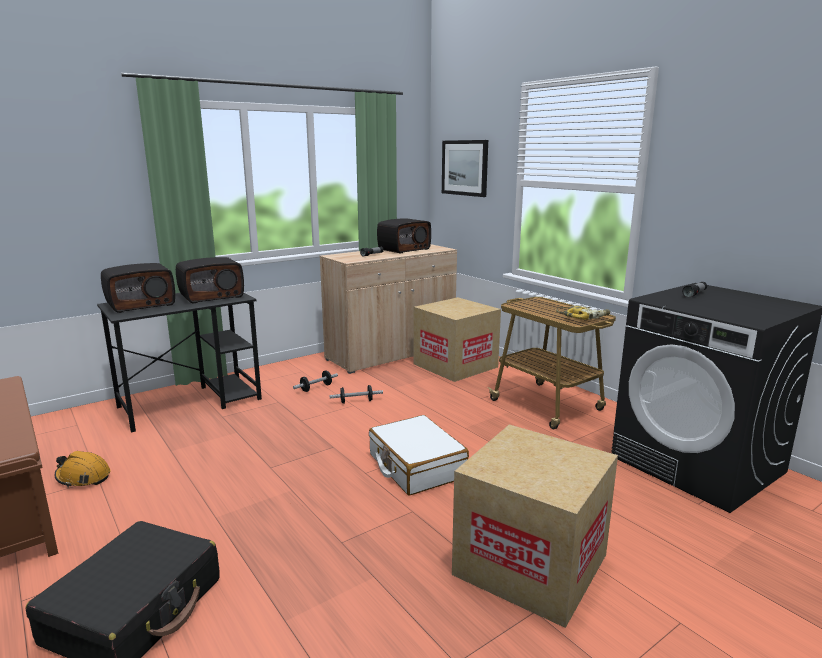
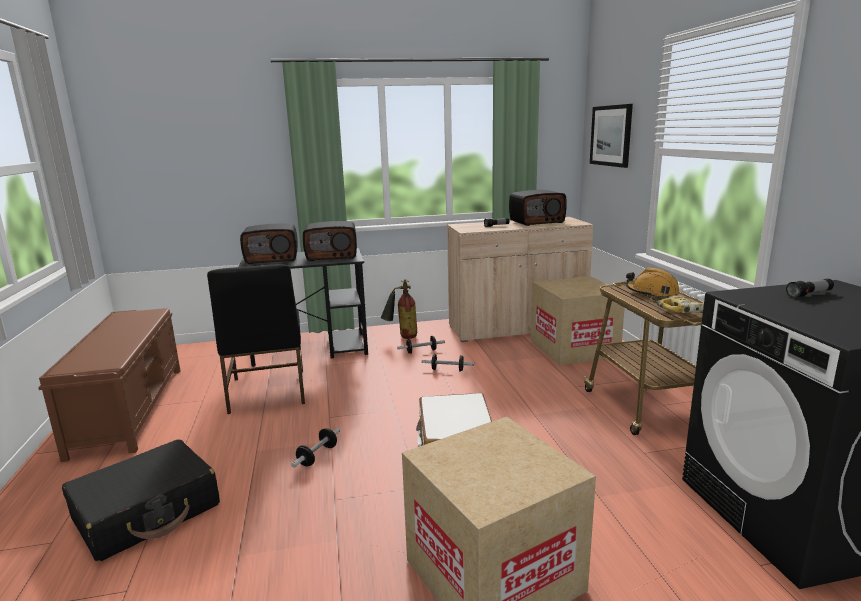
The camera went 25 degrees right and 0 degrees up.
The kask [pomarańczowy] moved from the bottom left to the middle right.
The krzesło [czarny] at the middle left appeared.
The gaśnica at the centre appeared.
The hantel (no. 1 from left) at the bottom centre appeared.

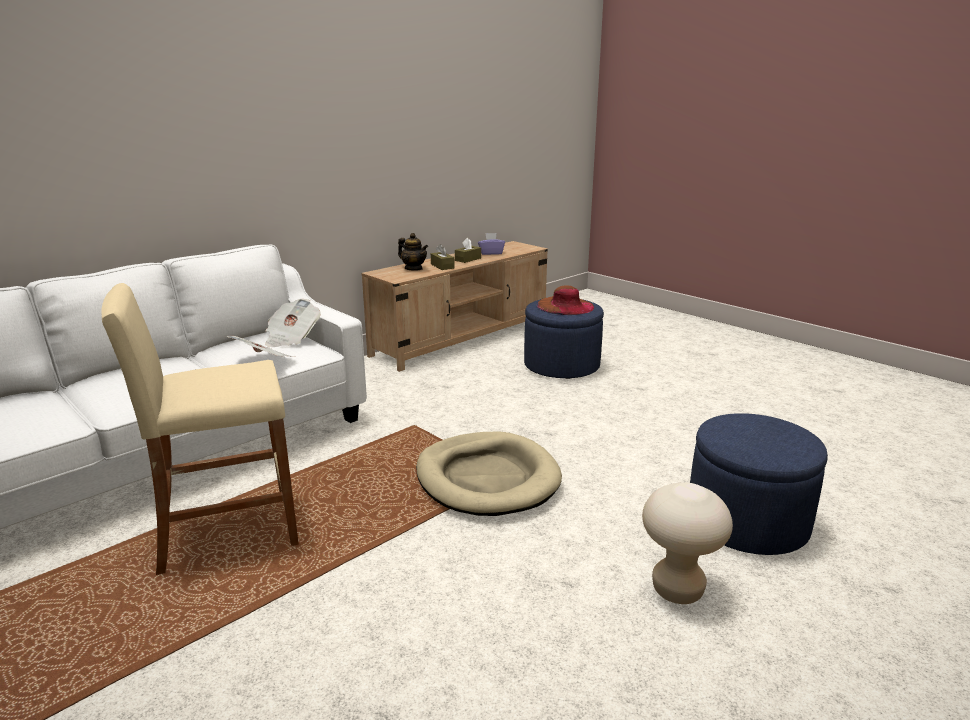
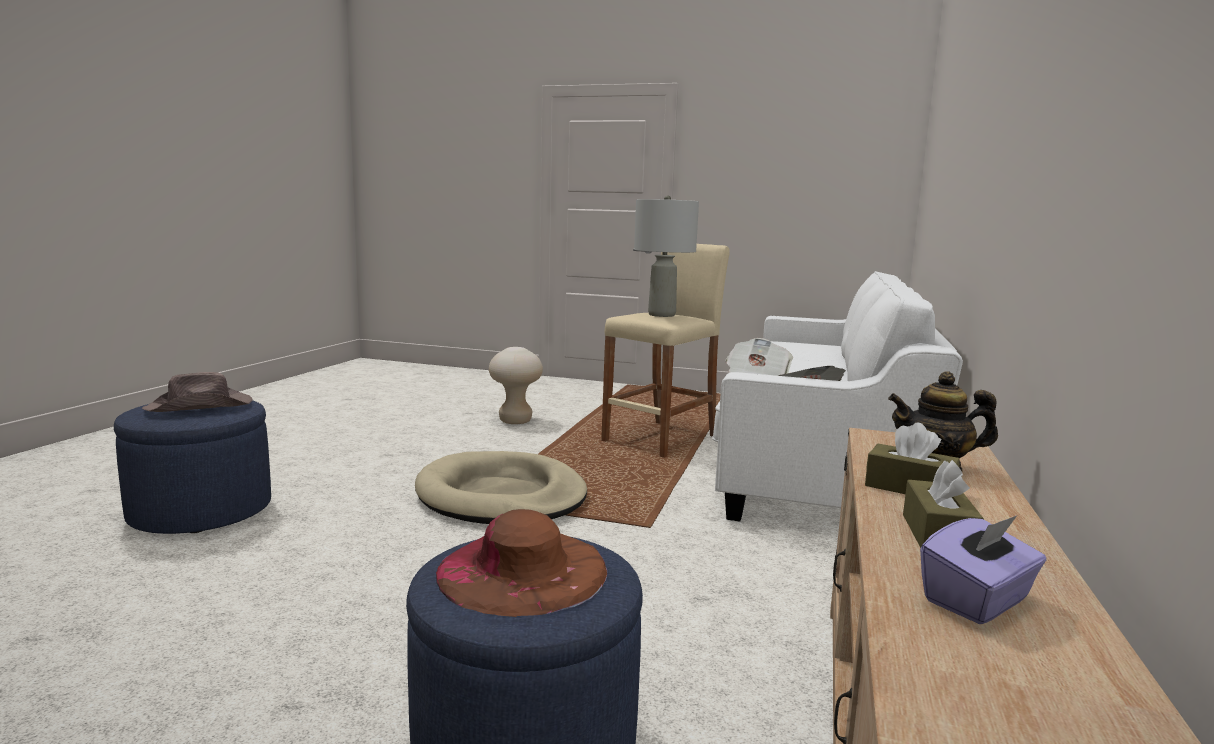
The camera went 150 degrees right and 10 degrees down.
The stołek [beżowy] (no. 2 from left in the first image) moved from the bottom right to the centre.
The lampa stołowa [szary] at the centre appeared.
The kapelusz [brązowy] (no. 1 from left) at the middle left appeared.

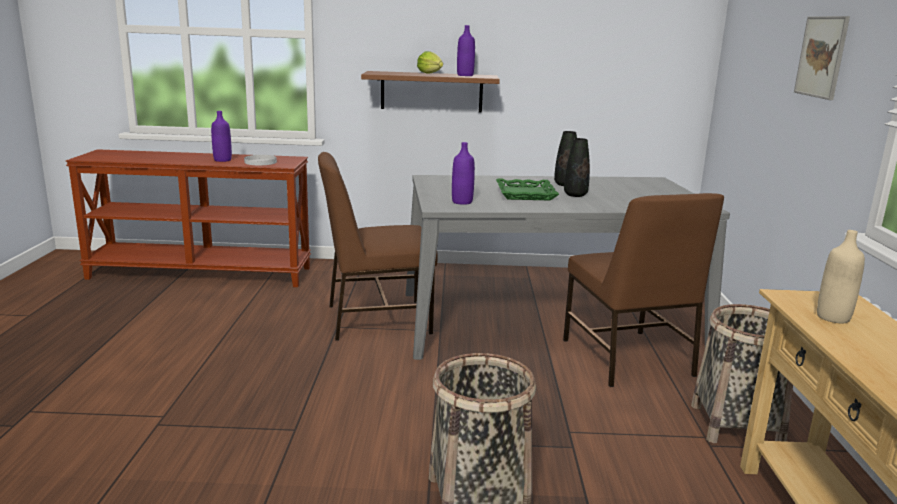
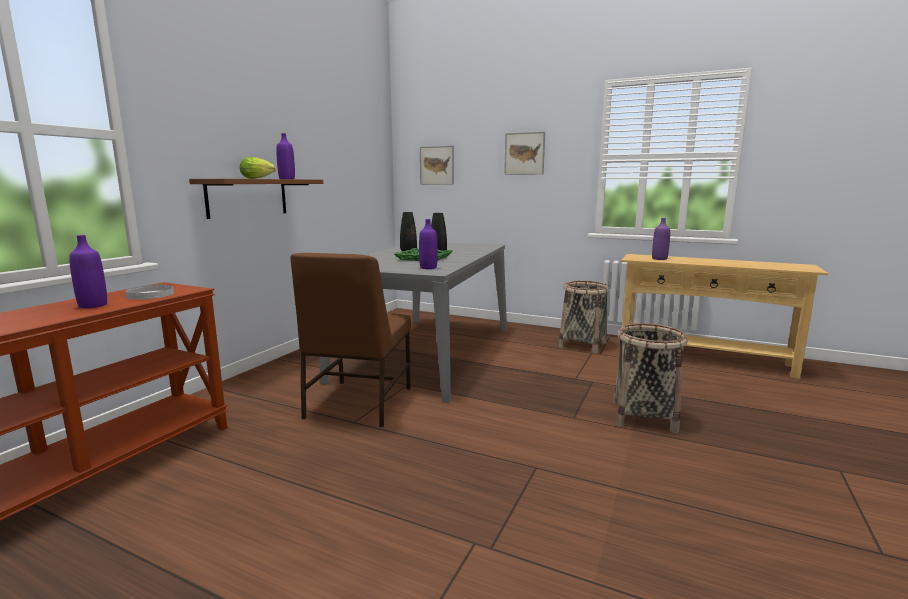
The camera went 65 degrees left and 5 degrees down.
The krzesło [brązowy] (no. 2 from left) at the middle right disappeared.
The butelka [beżowy] at the middle right became the butelka [fioletowy] (no. 4 from left) at the middle right.
The obraz (no. 1 from left) at the top centre appeared.

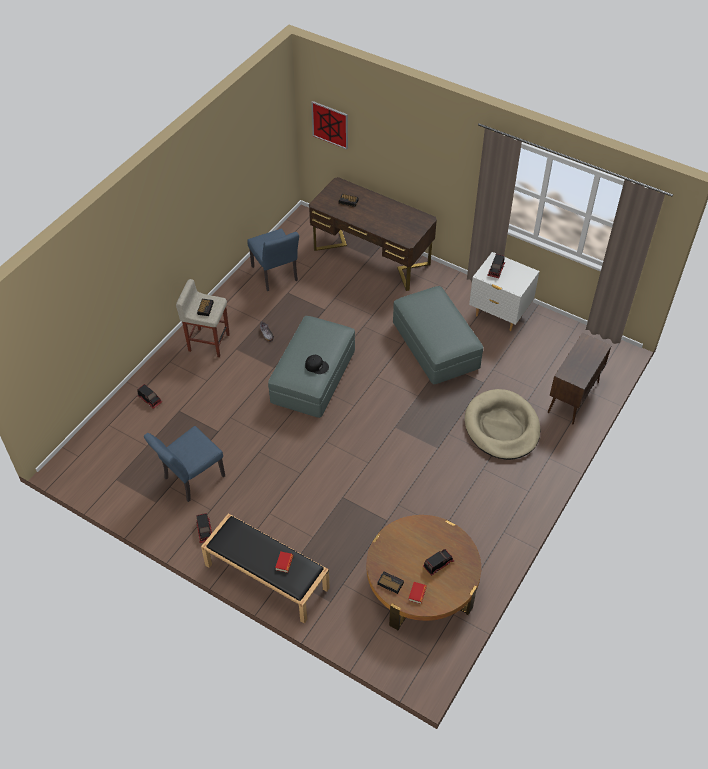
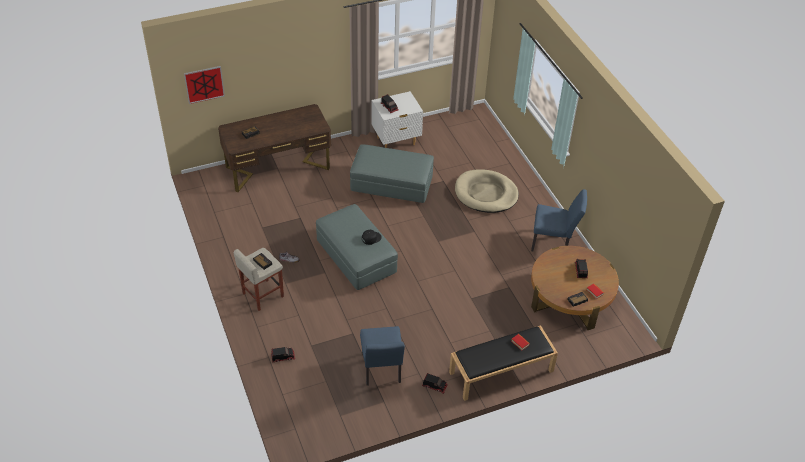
The camera went 55 degrees left and 5 degrees down.
The krzesło [niebieski] (no. 2 from left) moved from the centre to the middle right.
The szafka [brązowy] at the middle right disappeared.

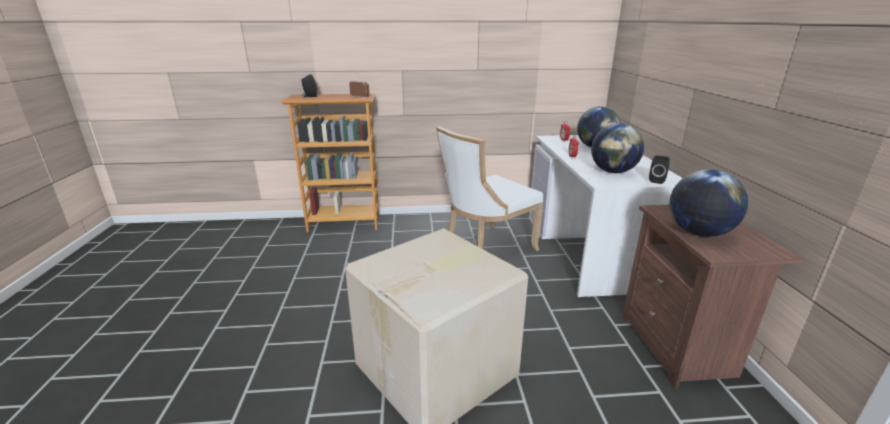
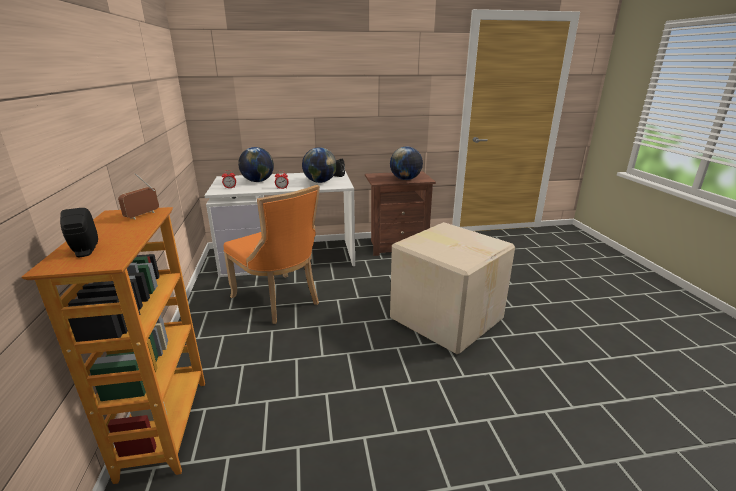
The camera went 95 degrees left and 0 degrees up.
The krzesło [biały] at the centre became the krzesło [pomarańczowy] at the centre.

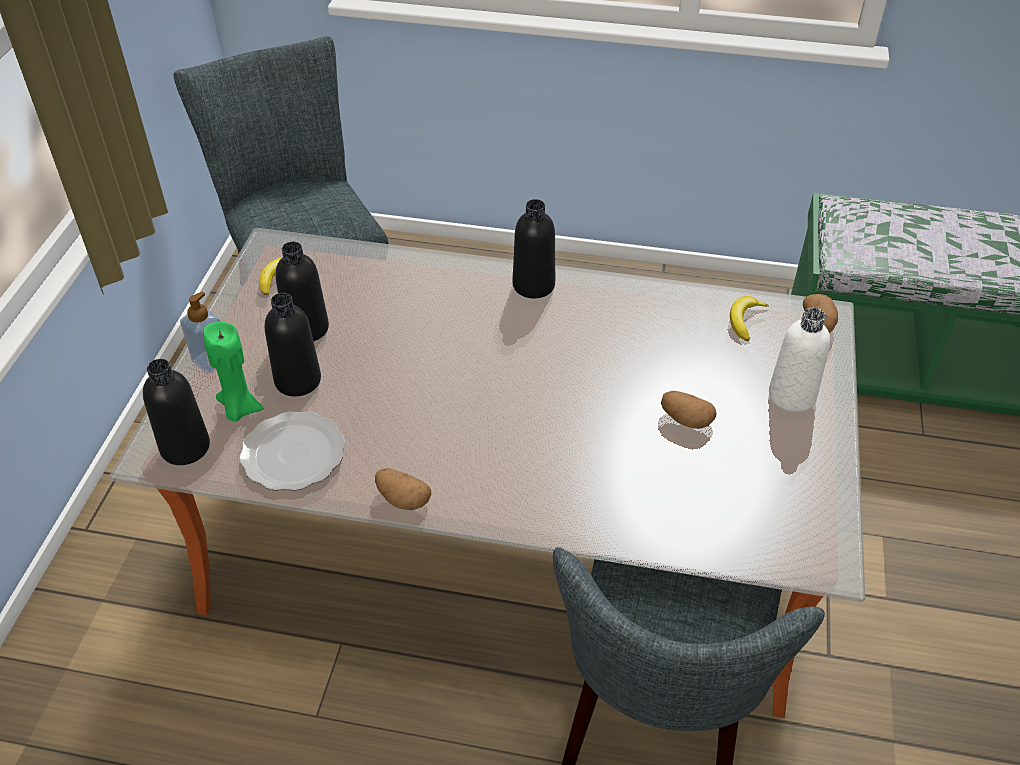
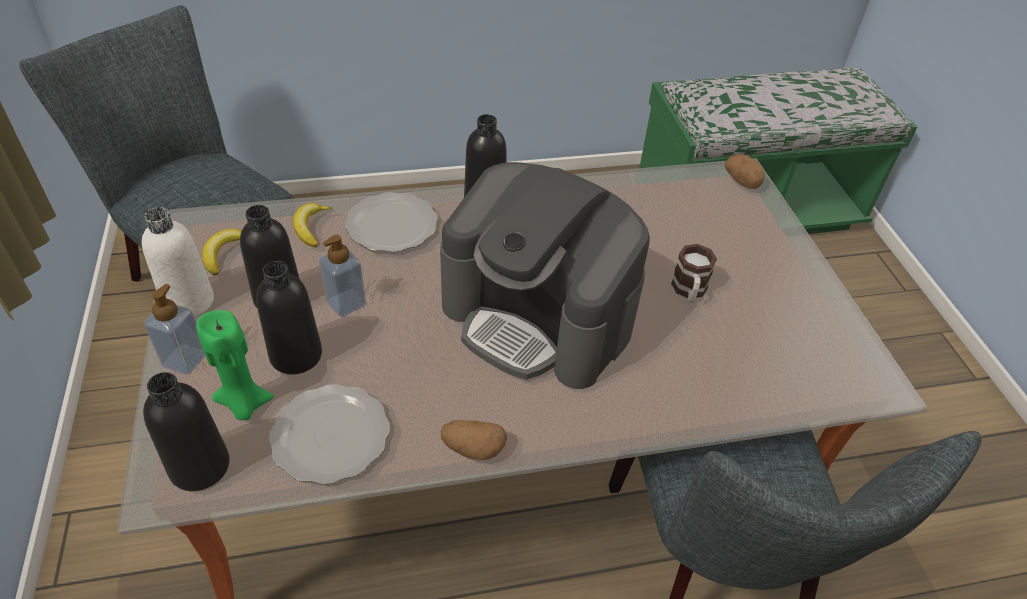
The camera went 25 degrees left and 0 degrees up.
The banan (no. 2 from left) moved from the middle right to the middle left.
The butelka [biały] moved from the middle right to the middle left.
The ziemniak (no. 2 from left) at the middle right was replaced by the kubek at the middle right.
The ekspres do kawy at the centre appeared.
The talerz (no. 2 from left) at the centre appeared.
The dozownik mydła (no. 2 from left) at the middle left appeared.

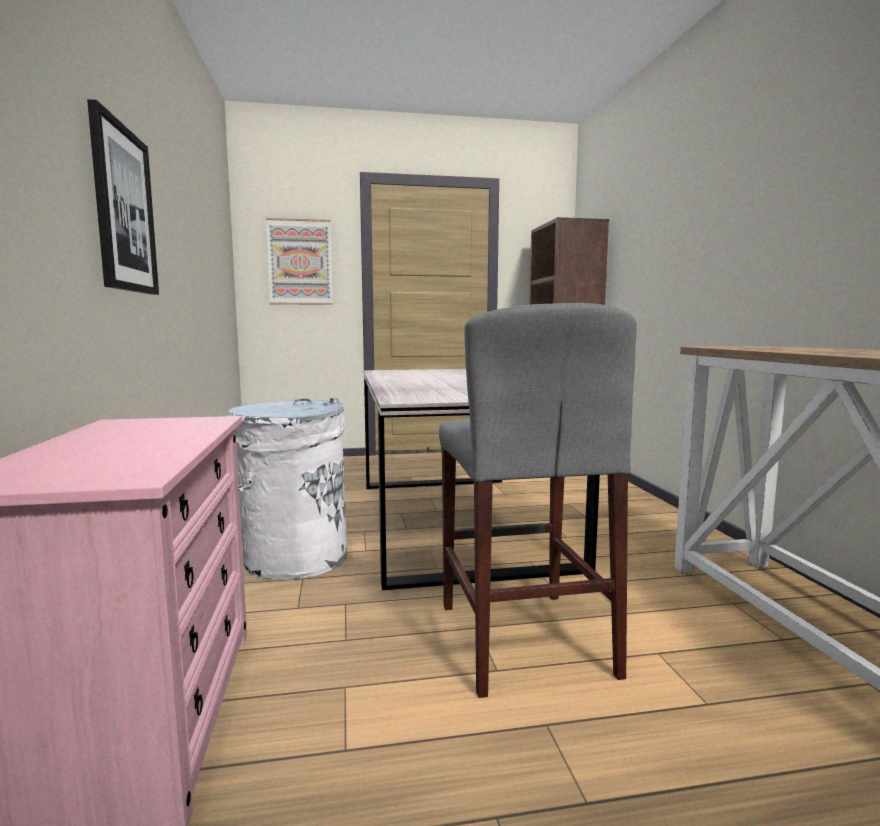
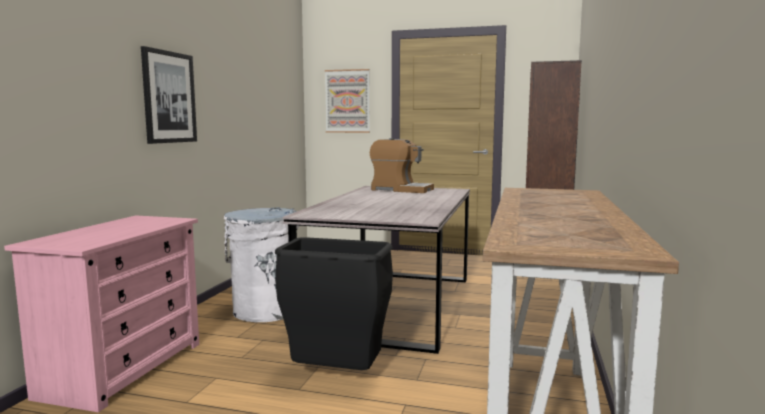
The camera went 25 degrees right and 0 degrees up.
The stołek [szary] at the centre was replaced by the kosz na śmieci [czarny] at the bottom centre.
The ekspres do kawy at the centre appeared.

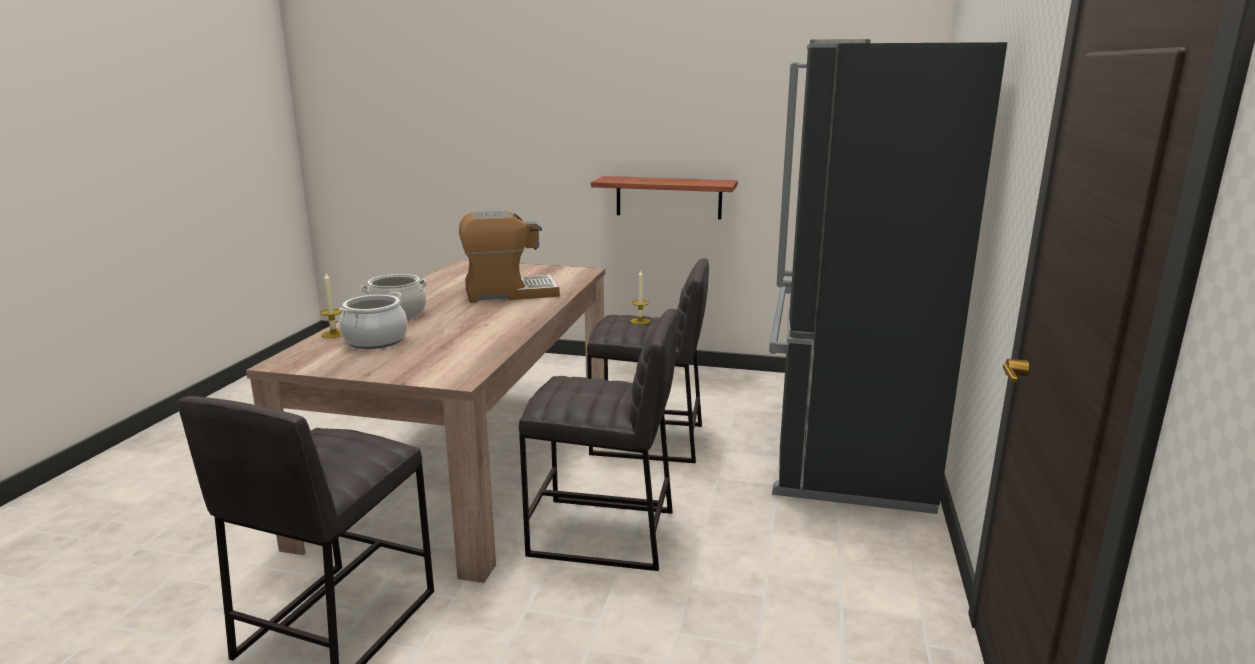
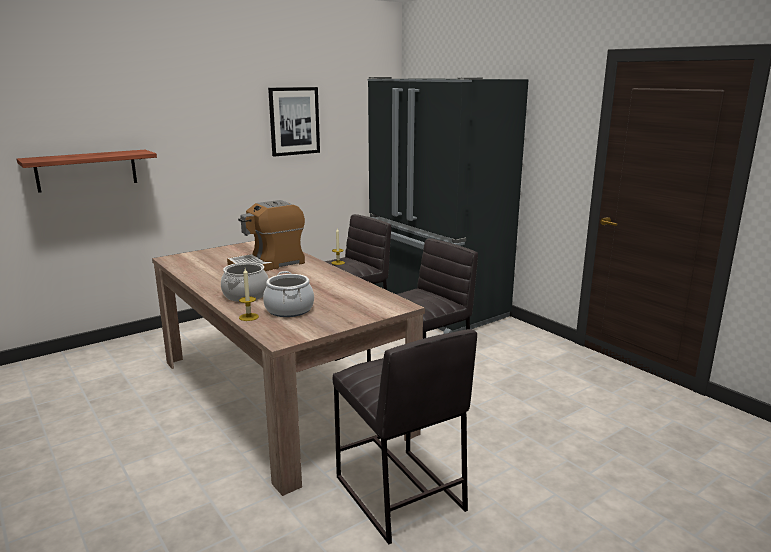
The camera went 50 degrees left and 0 degrees up.
The półka moved from the top centre to the top left.
The ekspres do kawy at the centre turned 150 degrees counterclockwise.
The obraz at the top centre appeared.

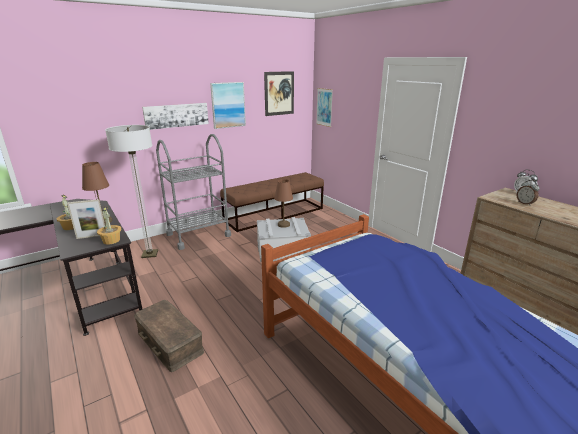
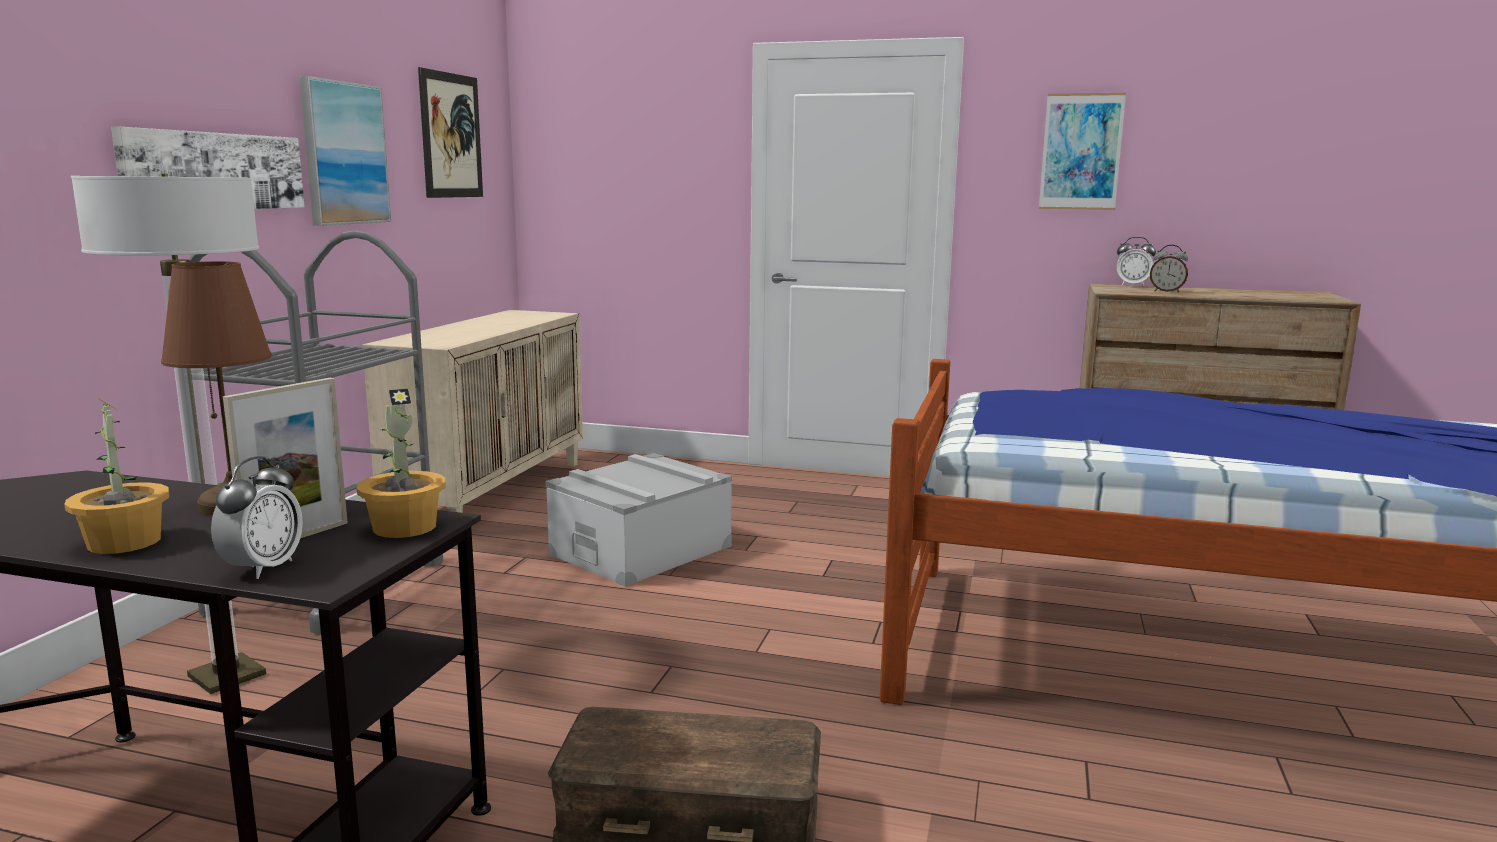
The camera went 40 degrees left and 10 degrees down.
The obraz (no. 4 from left) moved from the top centre to the top right.
The ławka [brązowy] at the centre was replaced by the szafka [beżowy] at the middle left.
The lampa stołowa [brązowy] (no. 2 from left) at the centre disappeared.
The budzik (no. 1 from left) at the middle left appeared.

